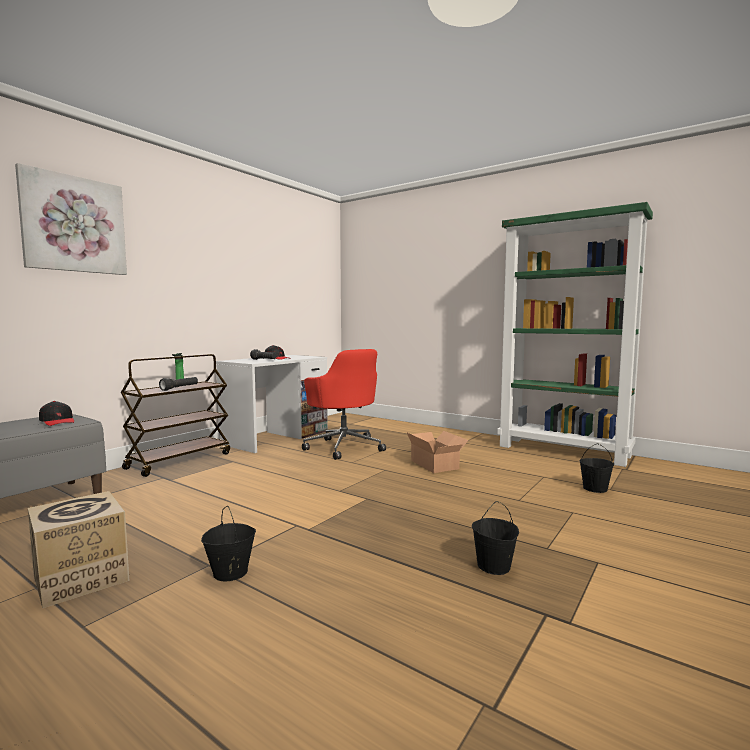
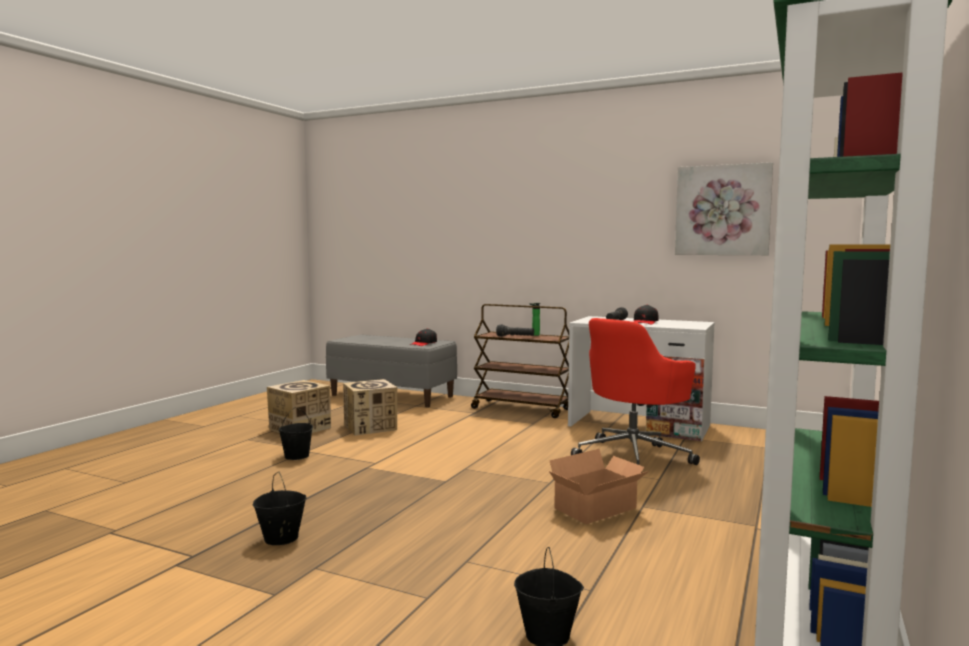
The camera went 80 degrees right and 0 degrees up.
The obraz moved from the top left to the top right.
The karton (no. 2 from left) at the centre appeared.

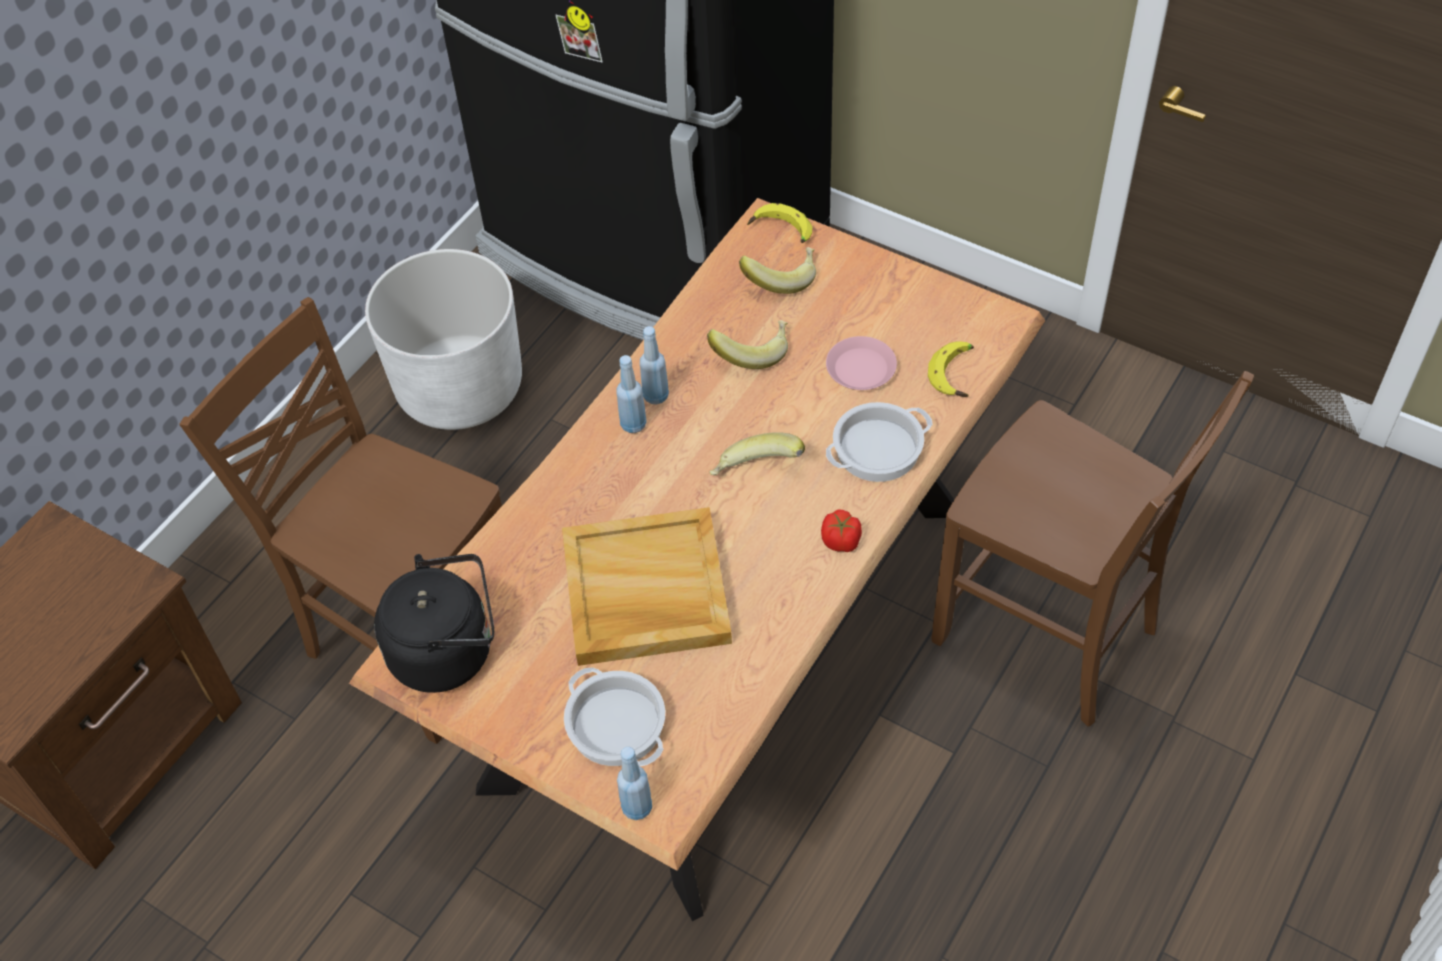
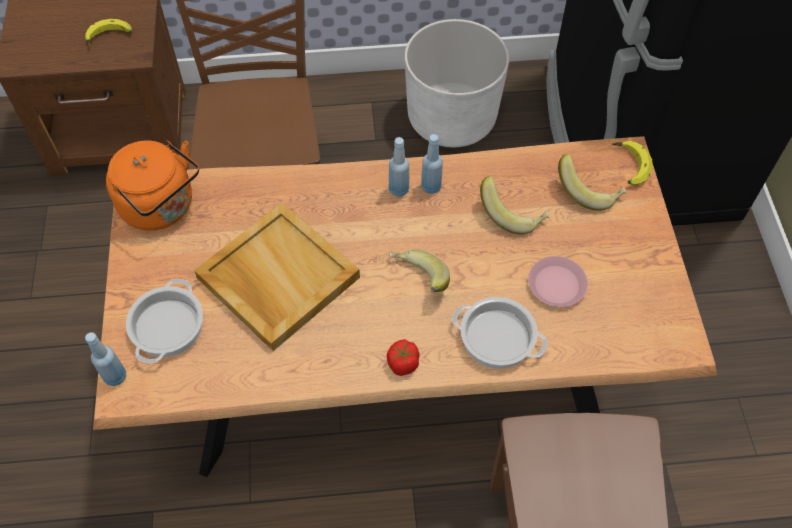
The camera went 50 degrees right and 5 degrees up.
The banan (no. 5 from left in the first image) moved from the centre to the top left.
The czajnik [czarny] at the middle left became the czajnik [pomarańczowy] at the middle left.

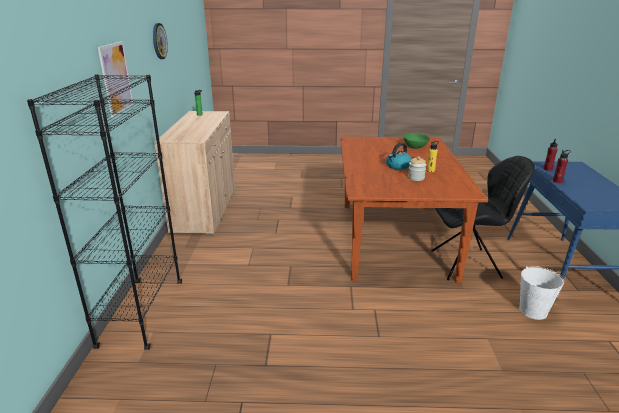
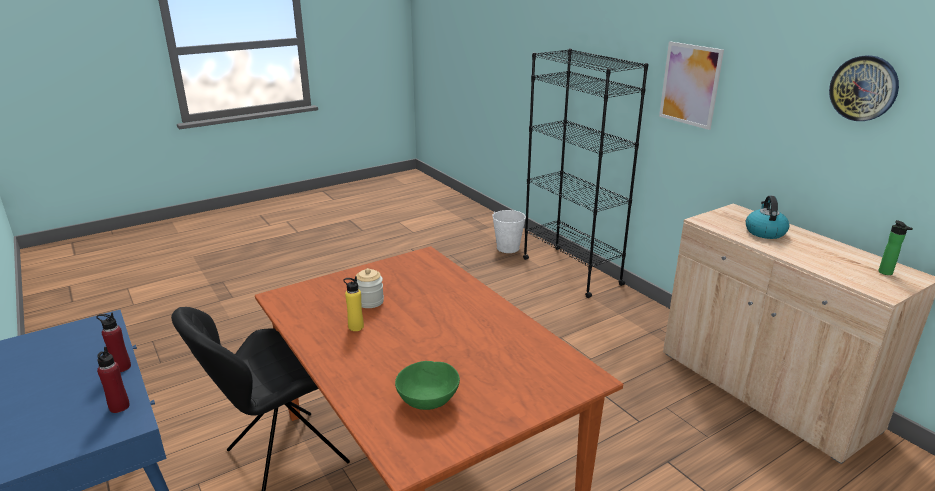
The camera went 145 degrees right and 0 degrees up.
The czajnik moved from the centre to the middle right.
The wiadro [biały] moved from the bottom right to the centre.

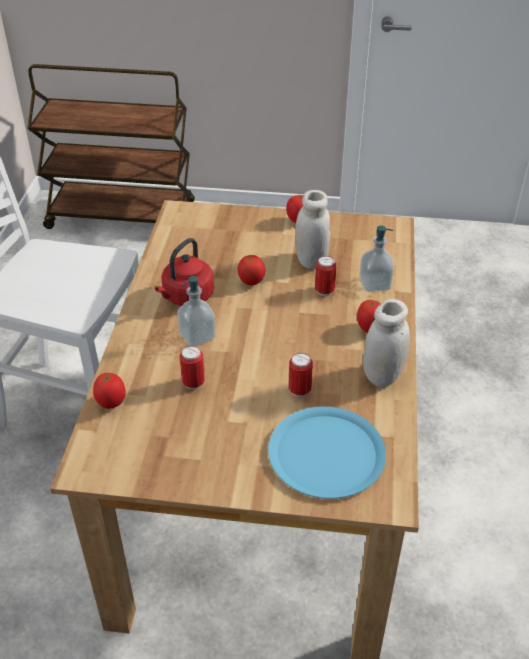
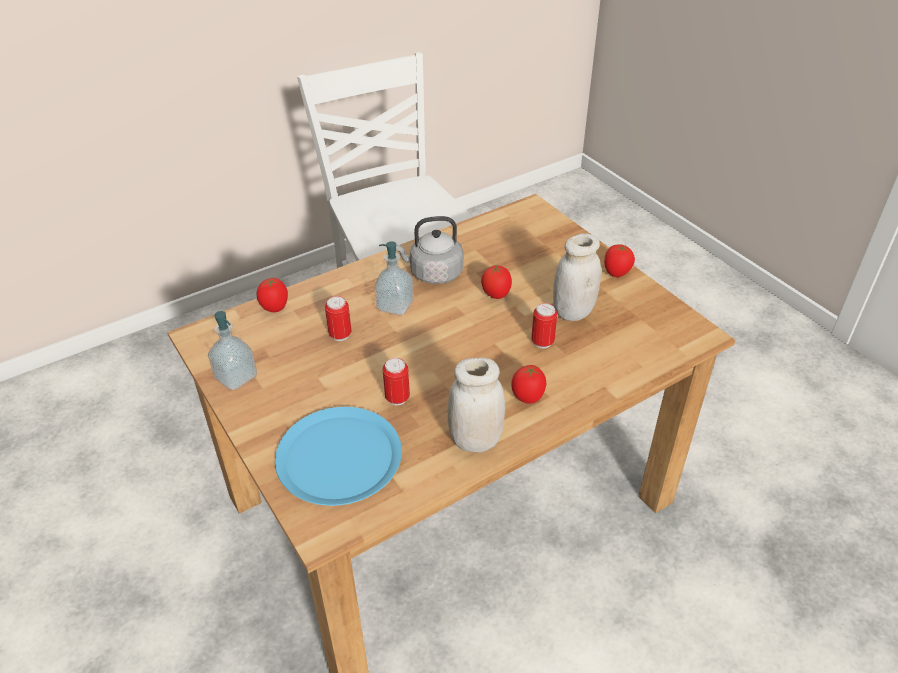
The camera went 50 degrees right and 0 degrees up.
The wózek [brązowy] at the top left disappeared.
The dozownik mydła (no. 2 from left in the first image) moved from the middle right to the middle left.
The czajnik [czerwony] at the centre became the czajnik [szary] at the centre.

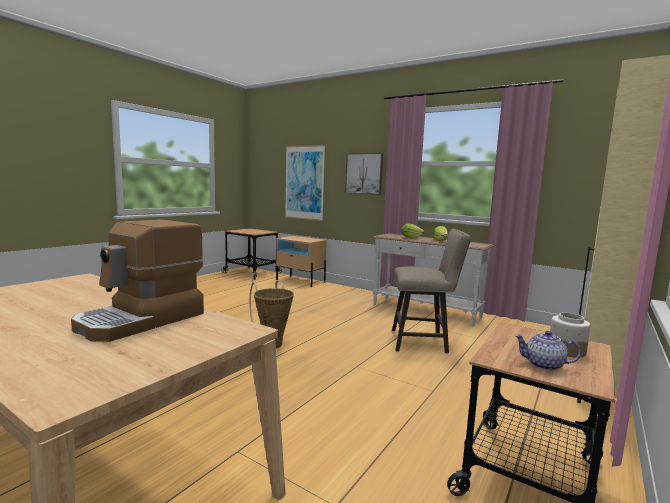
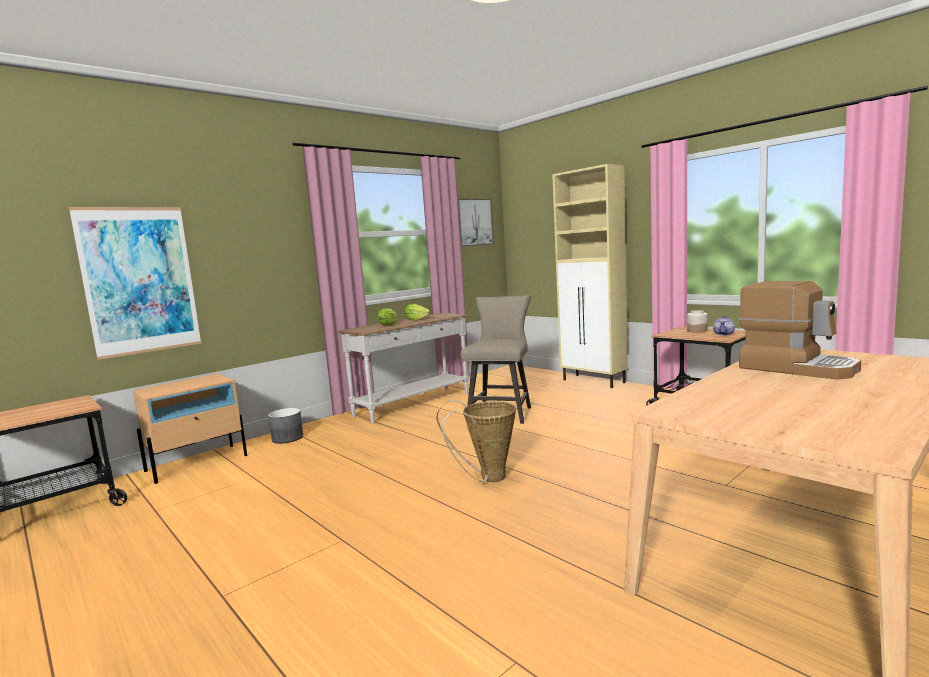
The camera went 75 degrees left and 0 degrees up.
The obraz (no. 2 from left) moved from the centre to the top centre.
The donica [szary] at the middle left appeared.

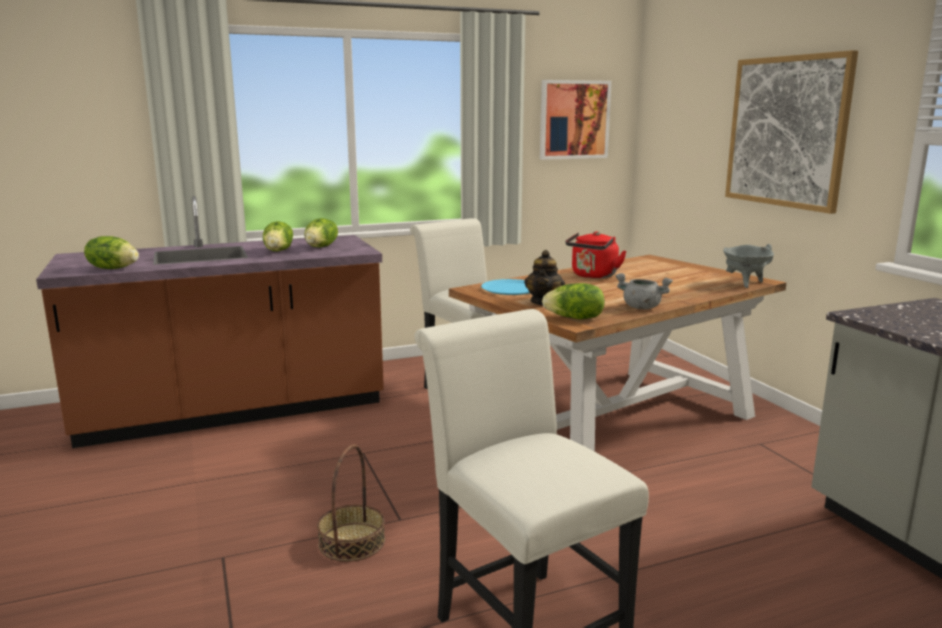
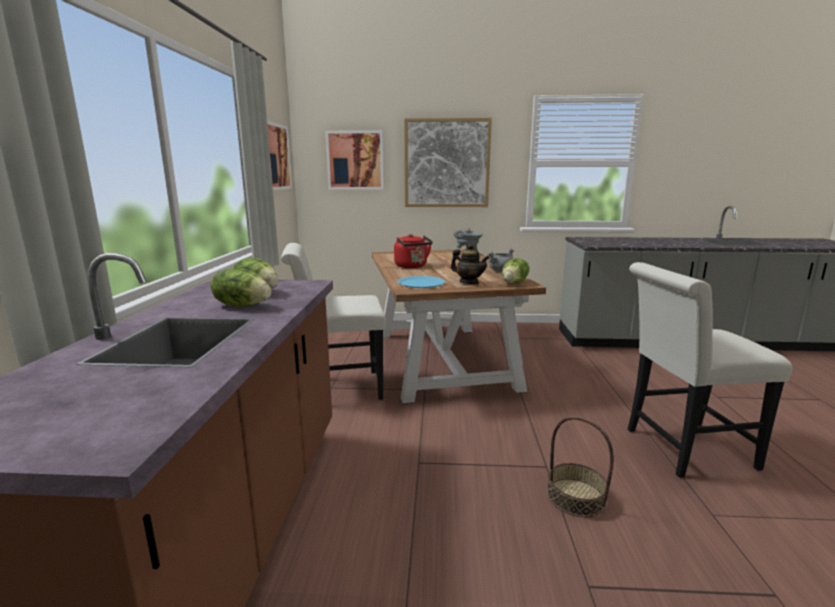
The camera went 65 degrees left and 0 degrees up.
The sałata (no. 1 from left) at the middle left disappeared.
The obraz (no. 2 from left) at the top centre appeared.

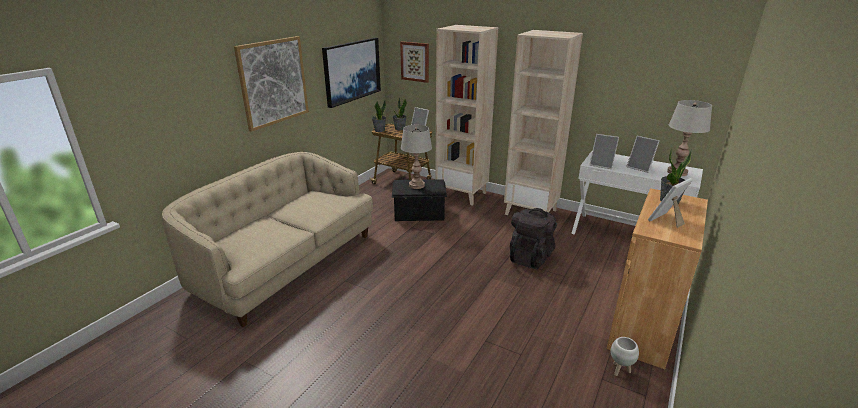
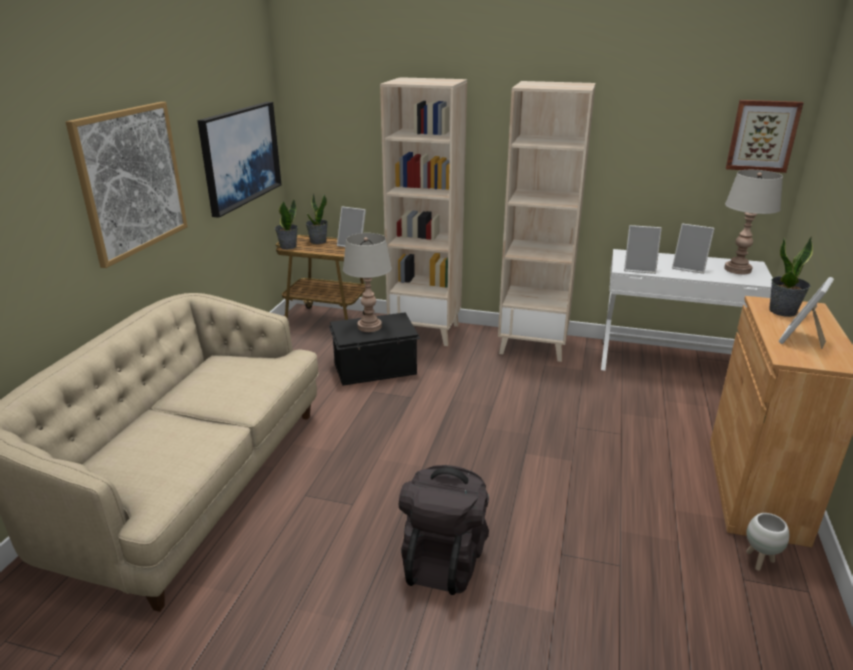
The camera went 15 degrees left and 0 degrees up.
The obraz (no. 3 from left) moved from the top centre to the top right.
The plecak [czarny] moved from the centre to the bottom centre.

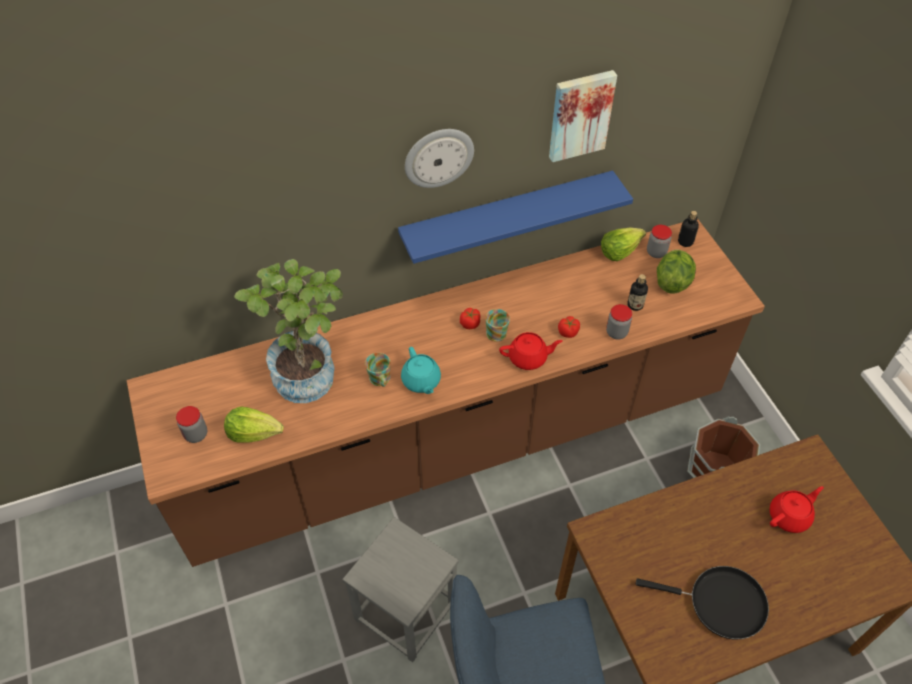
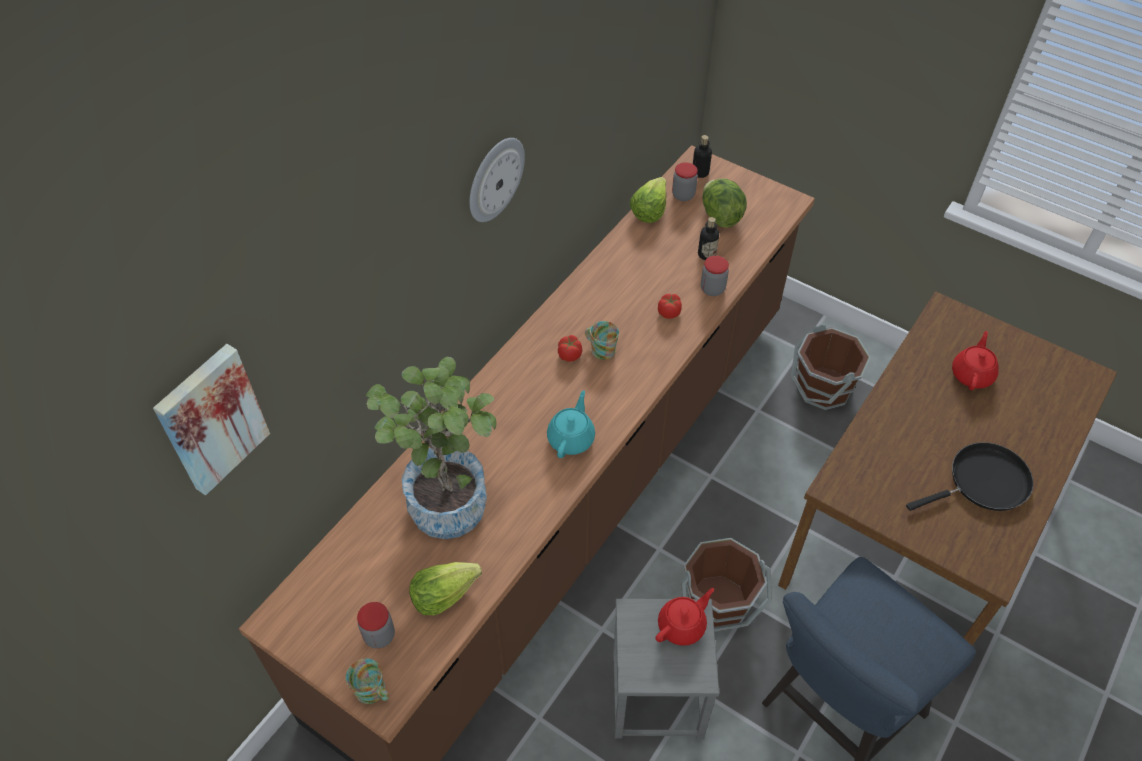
The camera went 35 degrees left and 0 degrees up.
The obraz moved from the top centre to the middle left.
The półka [niebieski] at the top centre disappeared.
The imbryk [czerwony] (no. 1 from left) moved from the centre to the bottom centre.
The imbryk [turkusowy] at the centre turned 105 degrees counterclockwise.
The kubek (no. 1 from left) moved from the centre to the bottom left.
The wiadro [brązowy] (no. 1 from left) at the bottom centre appeared.

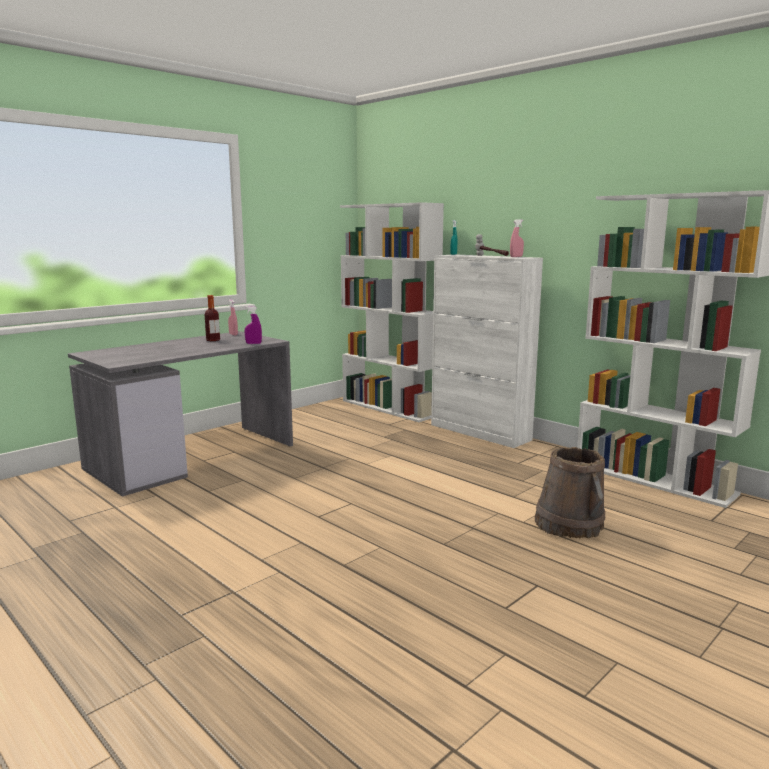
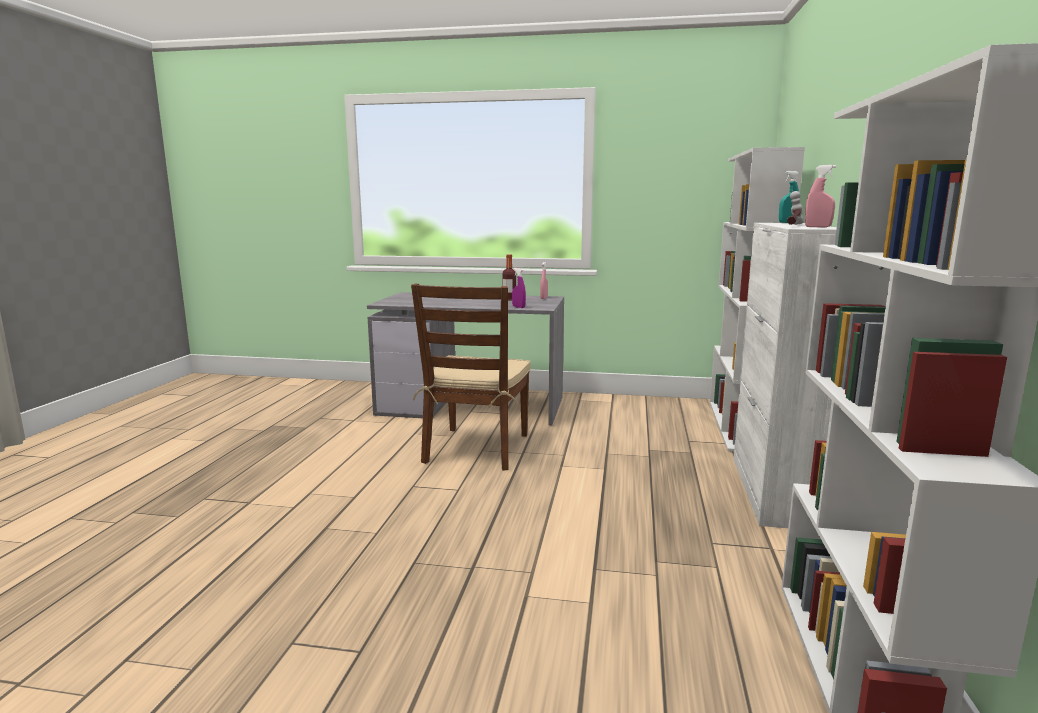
The camera went 55 degrees right and 0 degrees up.
The wiadro [brązowy] at the middle right disappeared.
The krzesło [brązowy] at the centre appeared.

